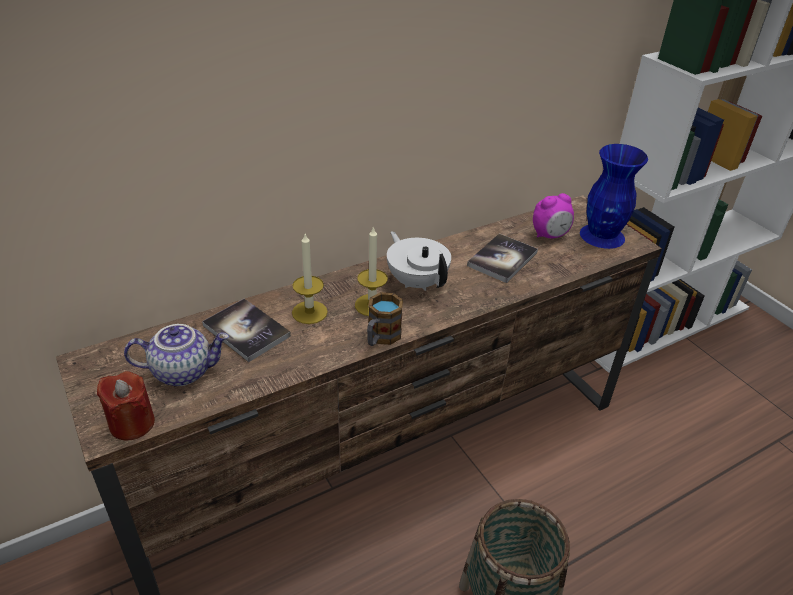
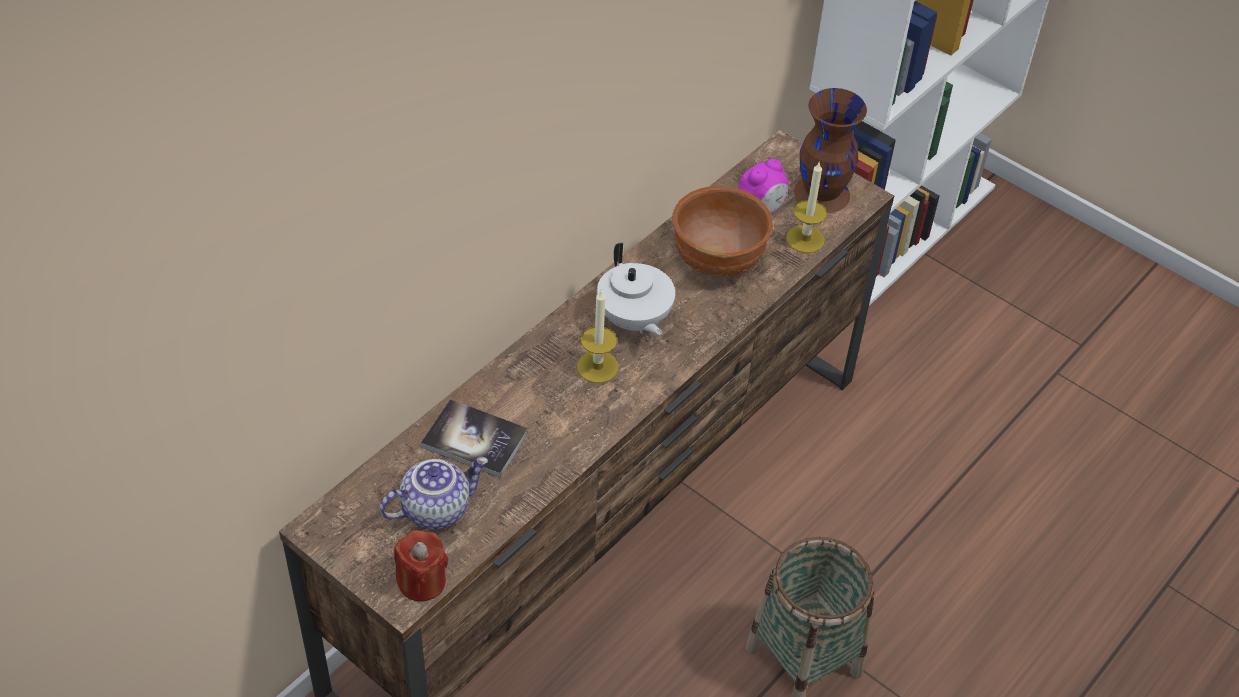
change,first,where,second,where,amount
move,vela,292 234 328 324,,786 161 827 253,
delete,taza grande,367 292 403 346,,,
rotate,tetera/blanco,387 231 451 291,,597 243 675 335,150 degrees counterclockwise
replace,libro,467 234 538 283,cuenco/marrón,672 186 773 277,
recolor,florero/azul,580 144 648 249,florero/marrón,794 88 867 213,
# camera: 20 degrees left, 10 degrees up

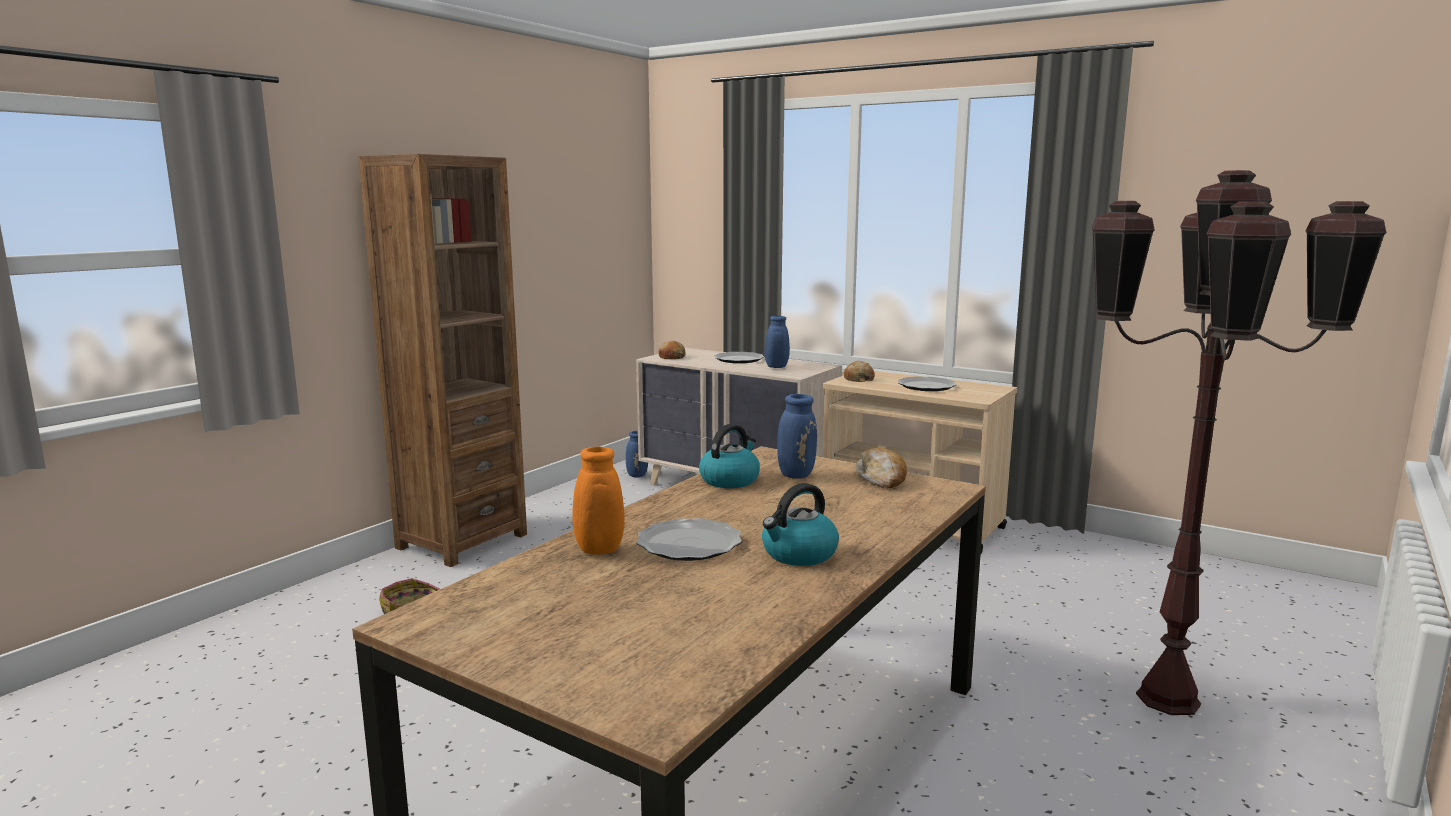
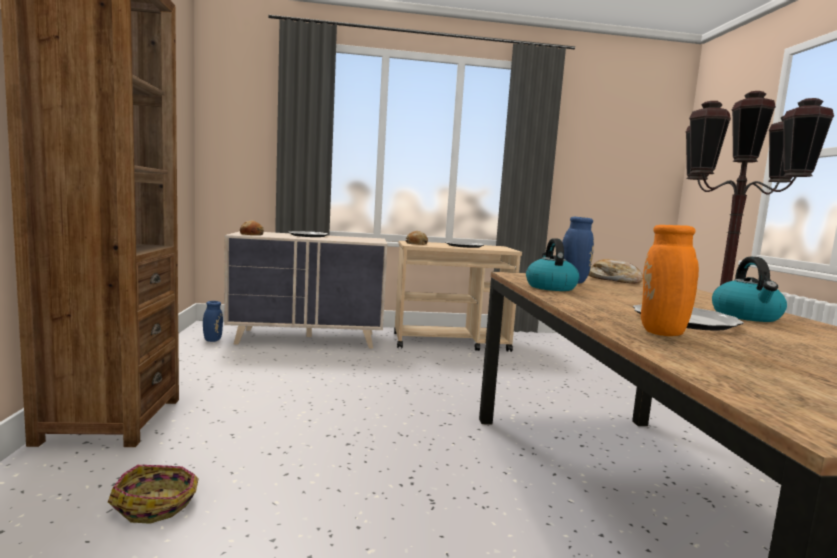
change,first,where,second,where,amount
delete,florero/azul,764 316 790 368,,,
# camera: 40 degrees left, 5 degrees down

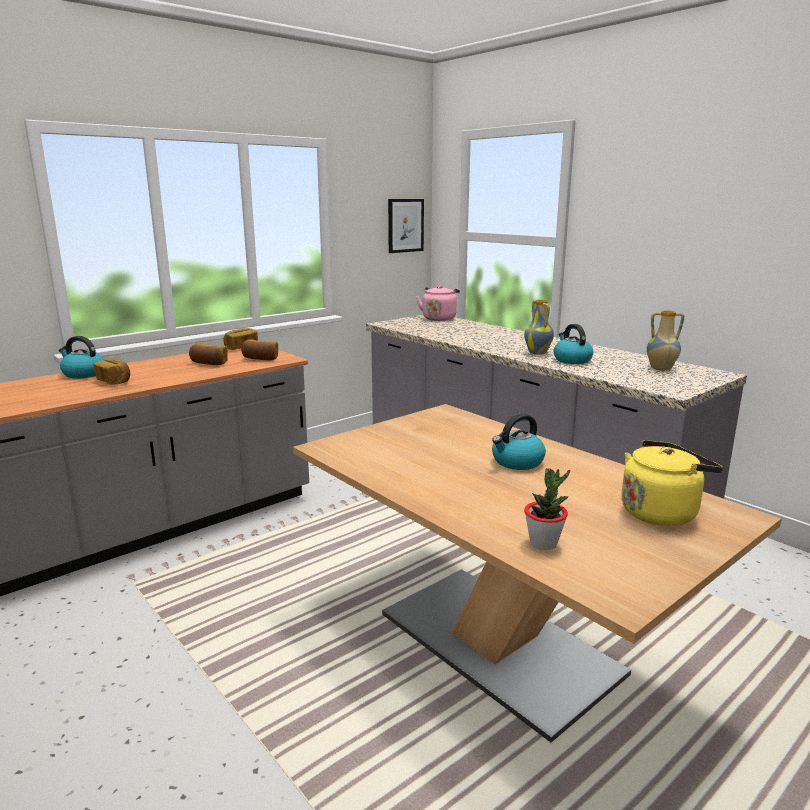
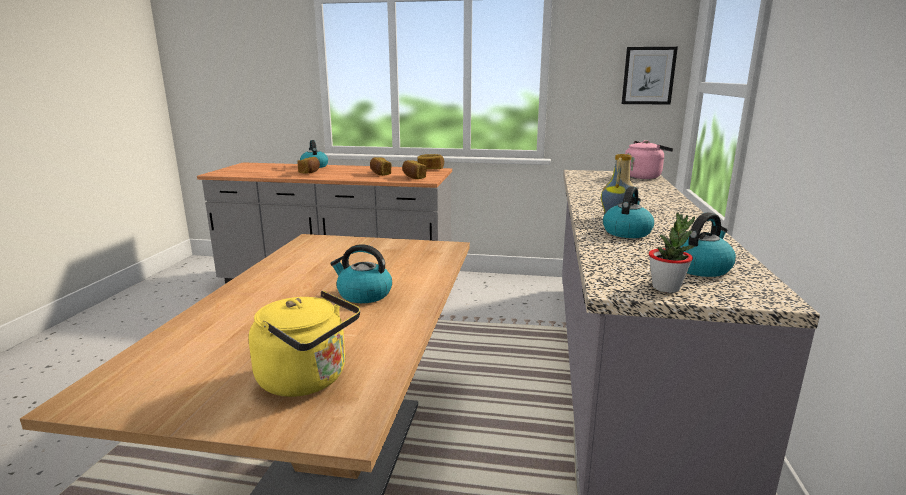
change,first,where,second,where,amount
move,planta en maceta,524 468 570 550,,649 213 695 293,
replace,florero,647 310 684 371,hervidor,680 212 736 277,
# camera: 50 degrees right, 0 degrees up

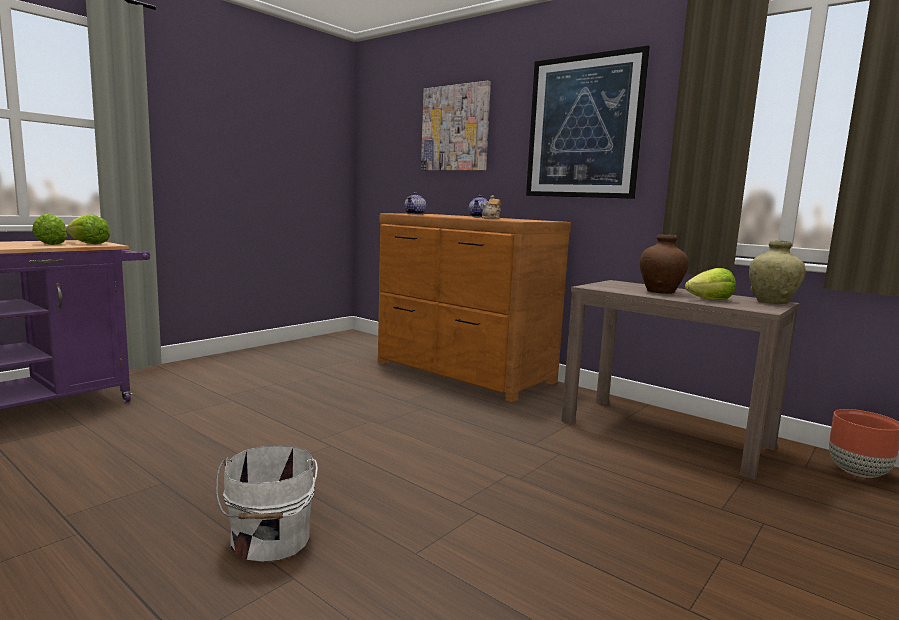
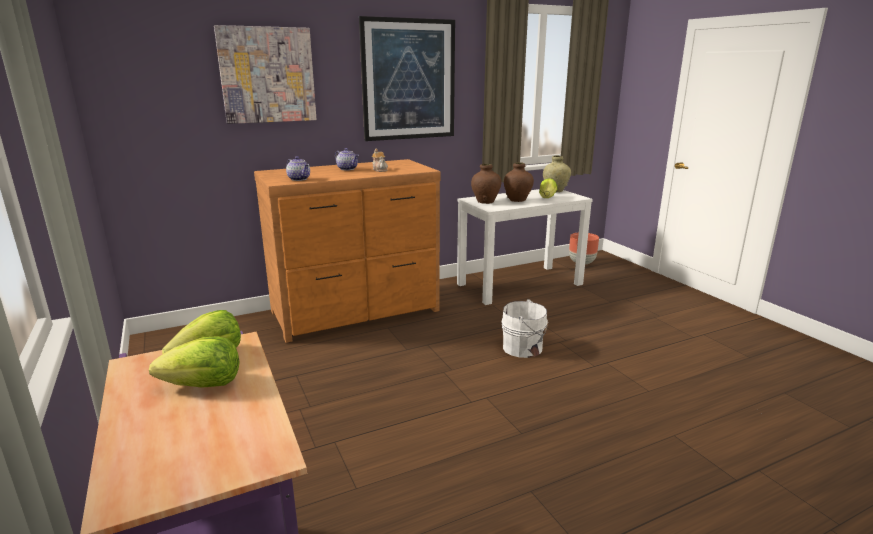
change,first,where,second,where,amount
move,cubo/blanco,216 445 318 562,,502 299 548 358,
recolor,mesa consola/marrón,561 280 799 479,mesa consola/blanco,457 189 593 305,
insert,,,florero/marrón,471 164 502 204,
# camera: 65 degrees left, 10 degrees up

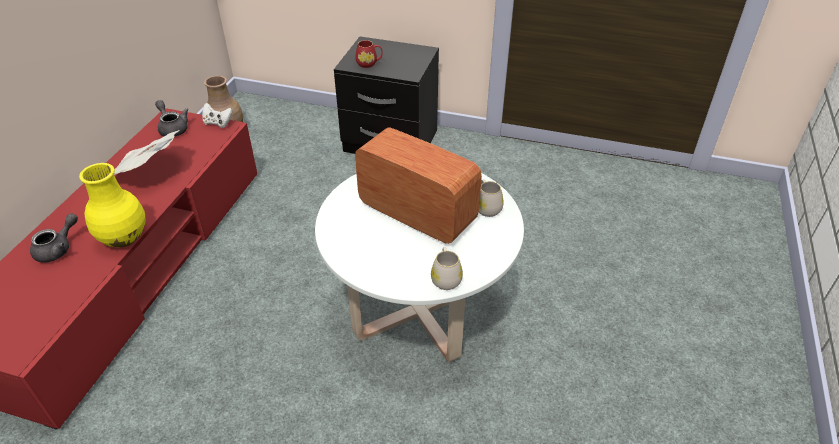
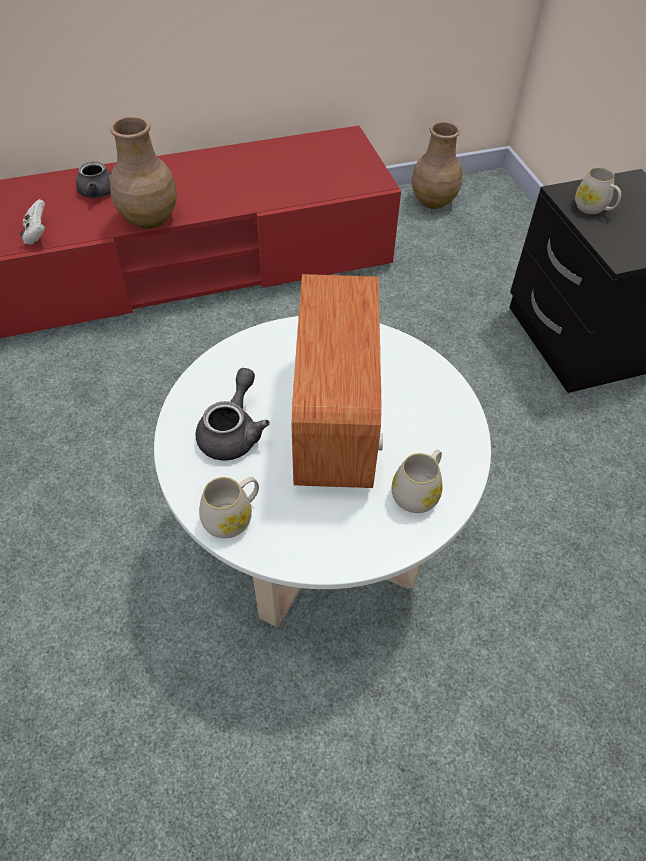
change,first,where,second,where,amount
recolor,florero/amarillo,79 163 146 247,florero/marrón,110 116 177 229,
delete,periódico,114 130 180 175,,,
move,tetera/gris,155 100 188 137,,196 368 270 460,
move,mando de consola/blanco,202 103 233 128,,20 199 45 245,
recolor,taza grande/rojo,355 40 383 68,taza grande/blanco,575 167 621 214,
# camera: 55 degrees right, 10 degrees up

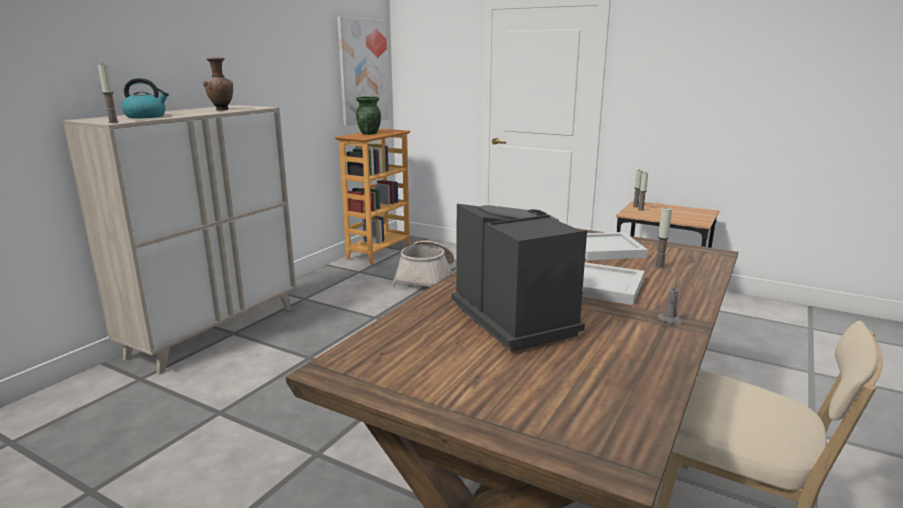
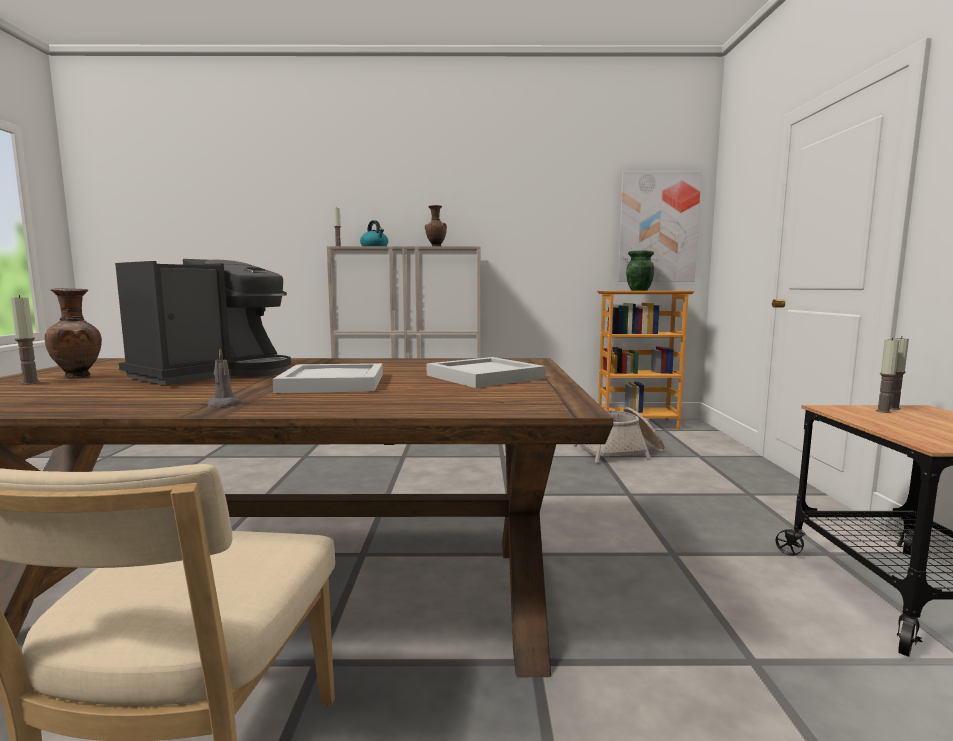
change,first,where,second,where,amount
move,vela,654 207 672 269,,10 295 40 385,
insert,,,florero/marrón,45 288 102 378,
# camera: 60 degrees right, 10 degrees down

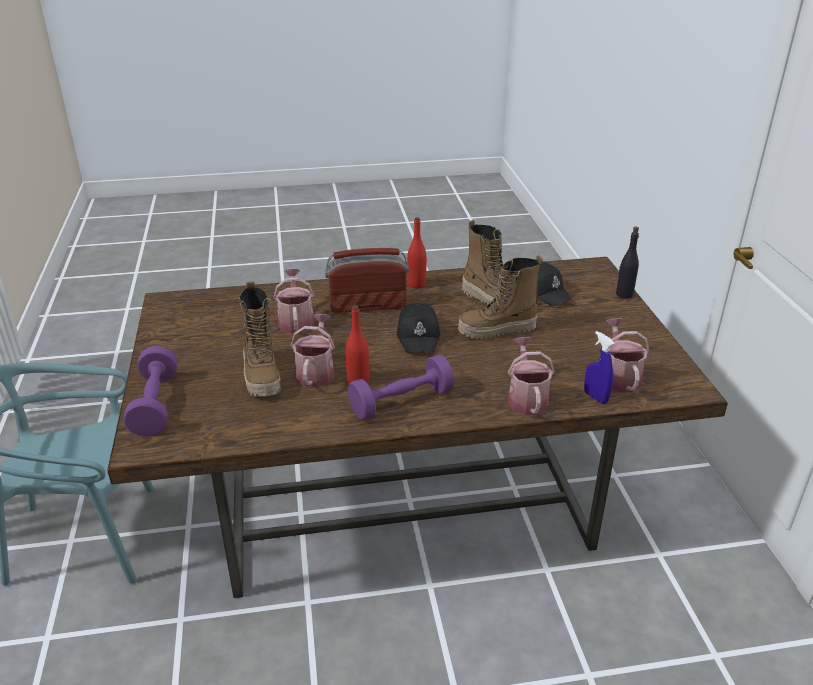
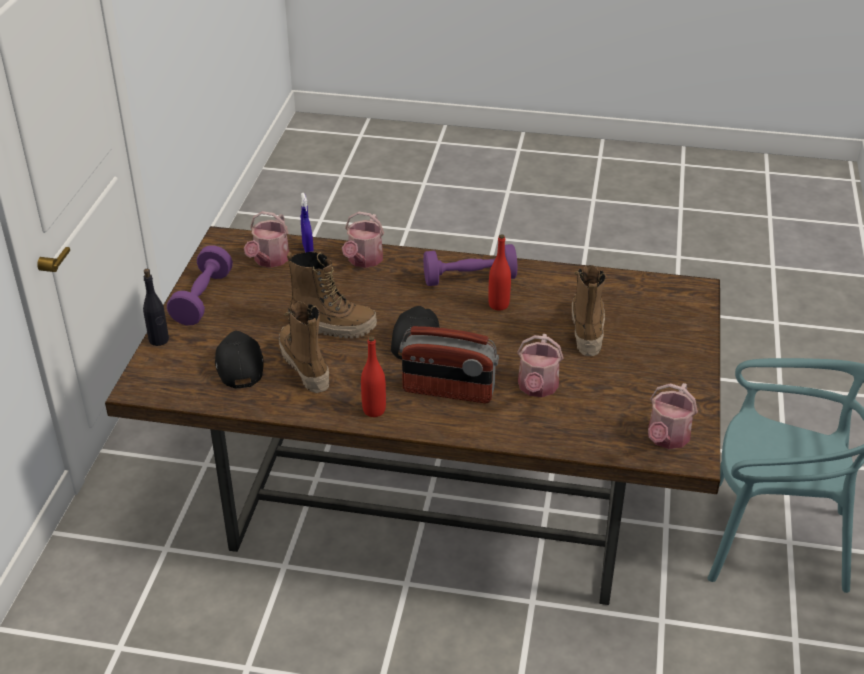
change,first,where,second,where,amount
move,mancuerna/morado,123 346 178 437,,167 245 233 325,
move,regadera,290 314 335 387,,648 383 698 449,
# camera: 160 degrees left, 5 degrees up

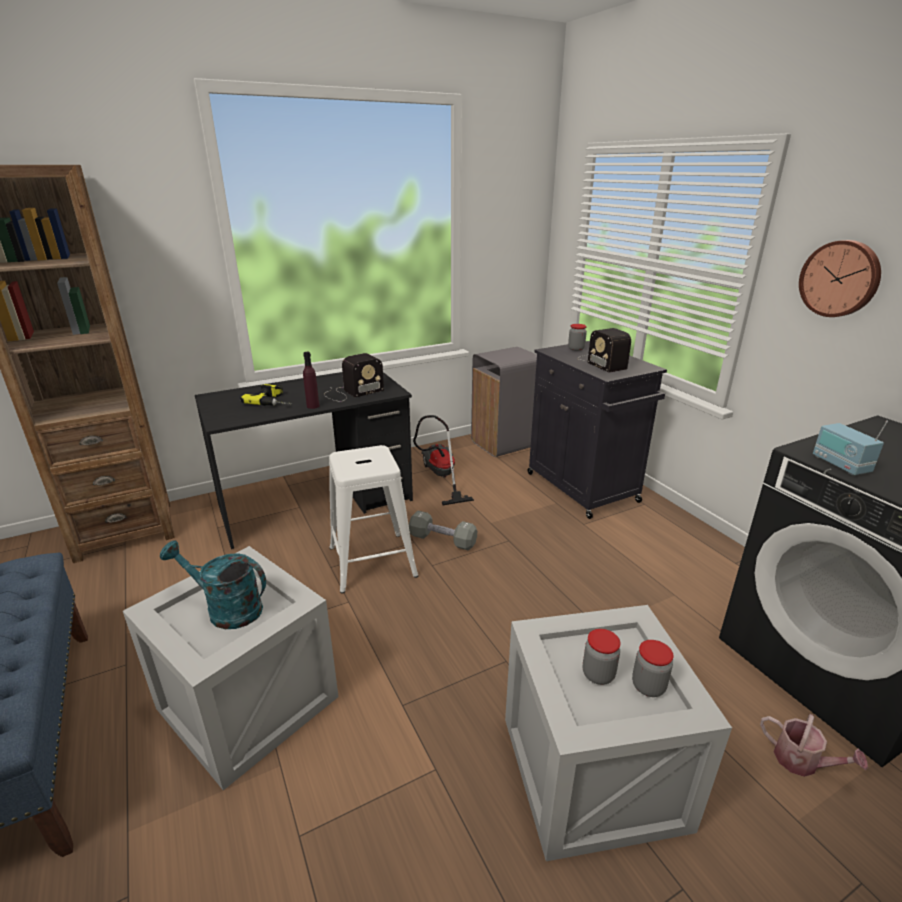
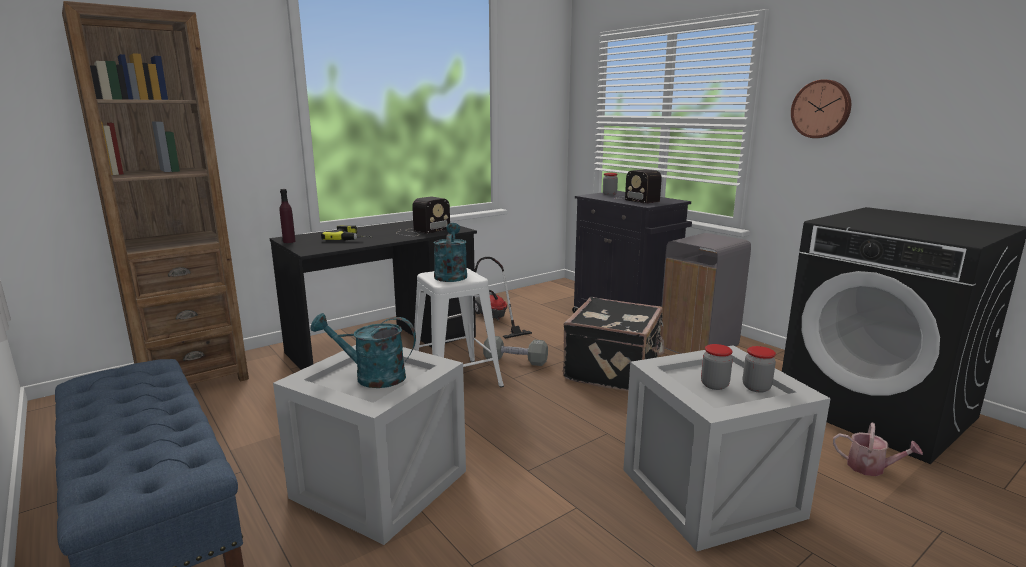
change,first,where,second,where,amount
move,botella/morado,303 352 319 409,,280 189 296 243,
move,papelera/gris,471 347 537 457,,661 233 751 354,
delete,radio,813 420 888 476,,,
insert,,,regadera/turquesa,434 223 467 282,
insert,,,maleta/negro,563 297 664 391,
# camera: 10 degrees left, 10 degrees down

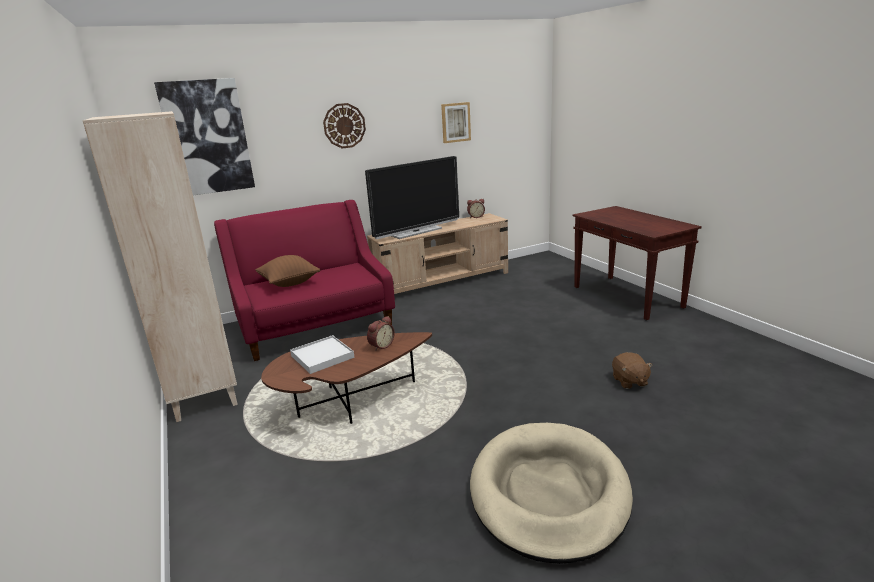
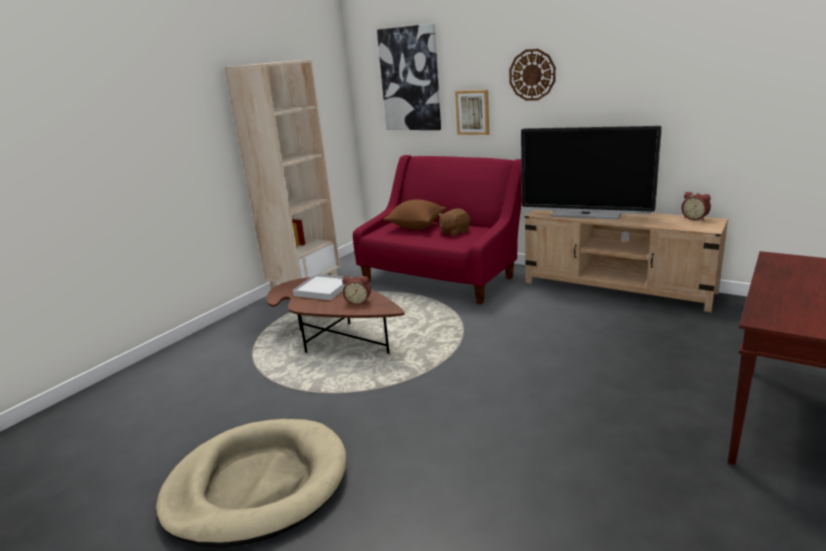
change,first,where,second,where,amount
move,cuadro,441 102 471 143,,455 90 489 135,
move,peluche/marrón,612 352 653 389,,438 208 470 236,
# camera: 60 degrees right, 0 degrees up

